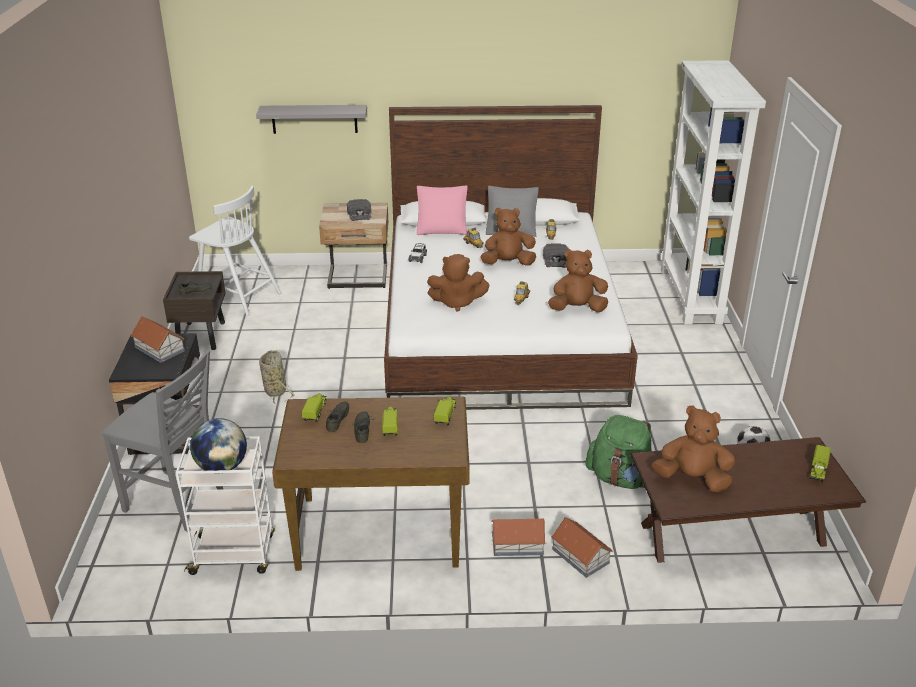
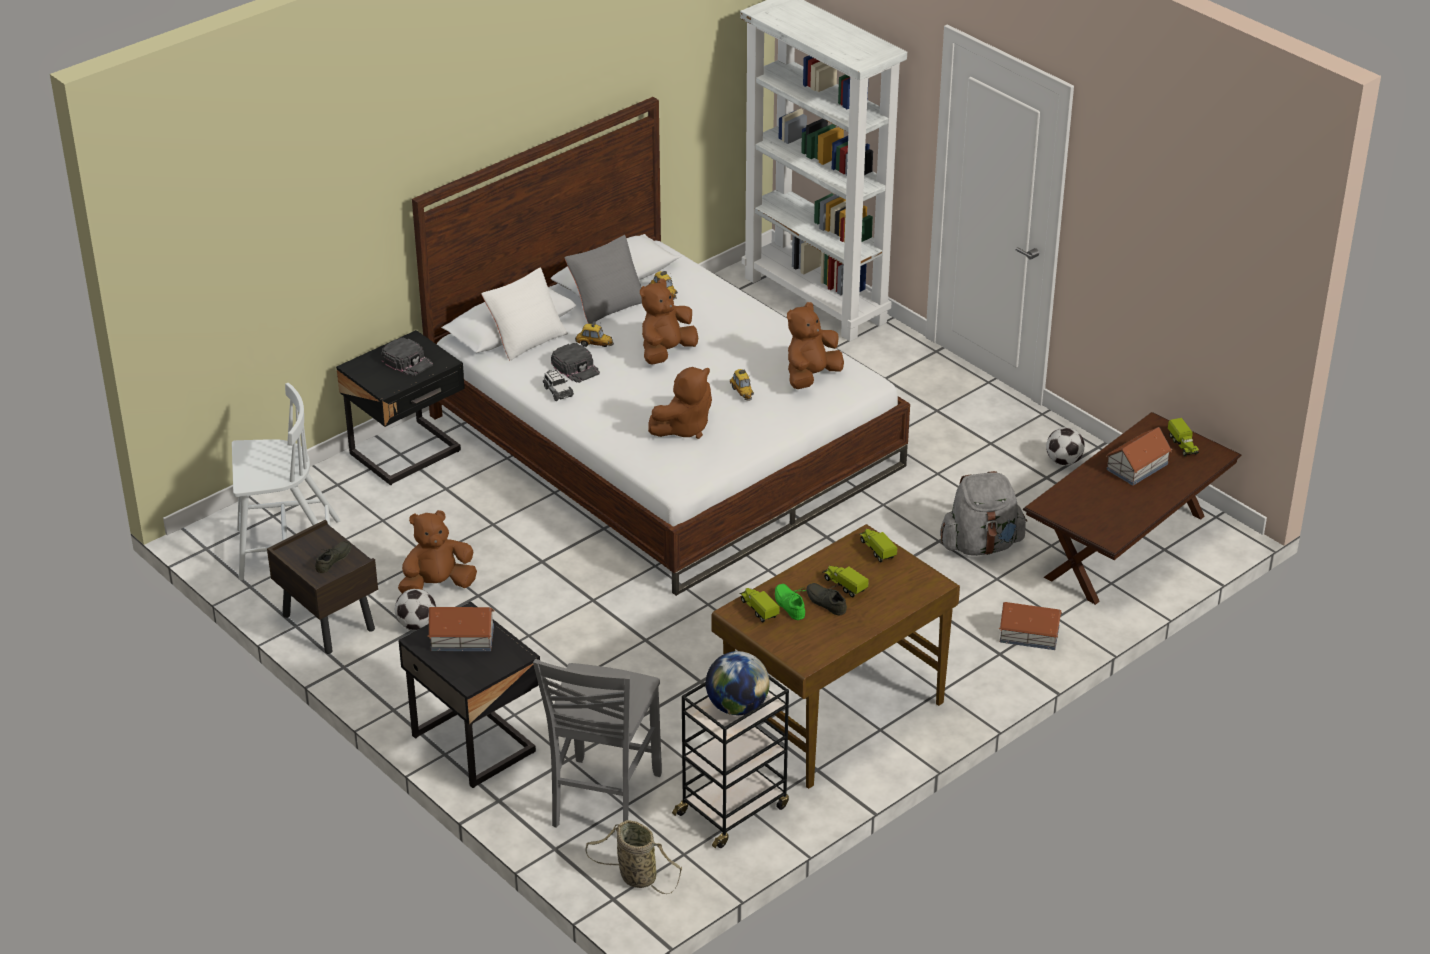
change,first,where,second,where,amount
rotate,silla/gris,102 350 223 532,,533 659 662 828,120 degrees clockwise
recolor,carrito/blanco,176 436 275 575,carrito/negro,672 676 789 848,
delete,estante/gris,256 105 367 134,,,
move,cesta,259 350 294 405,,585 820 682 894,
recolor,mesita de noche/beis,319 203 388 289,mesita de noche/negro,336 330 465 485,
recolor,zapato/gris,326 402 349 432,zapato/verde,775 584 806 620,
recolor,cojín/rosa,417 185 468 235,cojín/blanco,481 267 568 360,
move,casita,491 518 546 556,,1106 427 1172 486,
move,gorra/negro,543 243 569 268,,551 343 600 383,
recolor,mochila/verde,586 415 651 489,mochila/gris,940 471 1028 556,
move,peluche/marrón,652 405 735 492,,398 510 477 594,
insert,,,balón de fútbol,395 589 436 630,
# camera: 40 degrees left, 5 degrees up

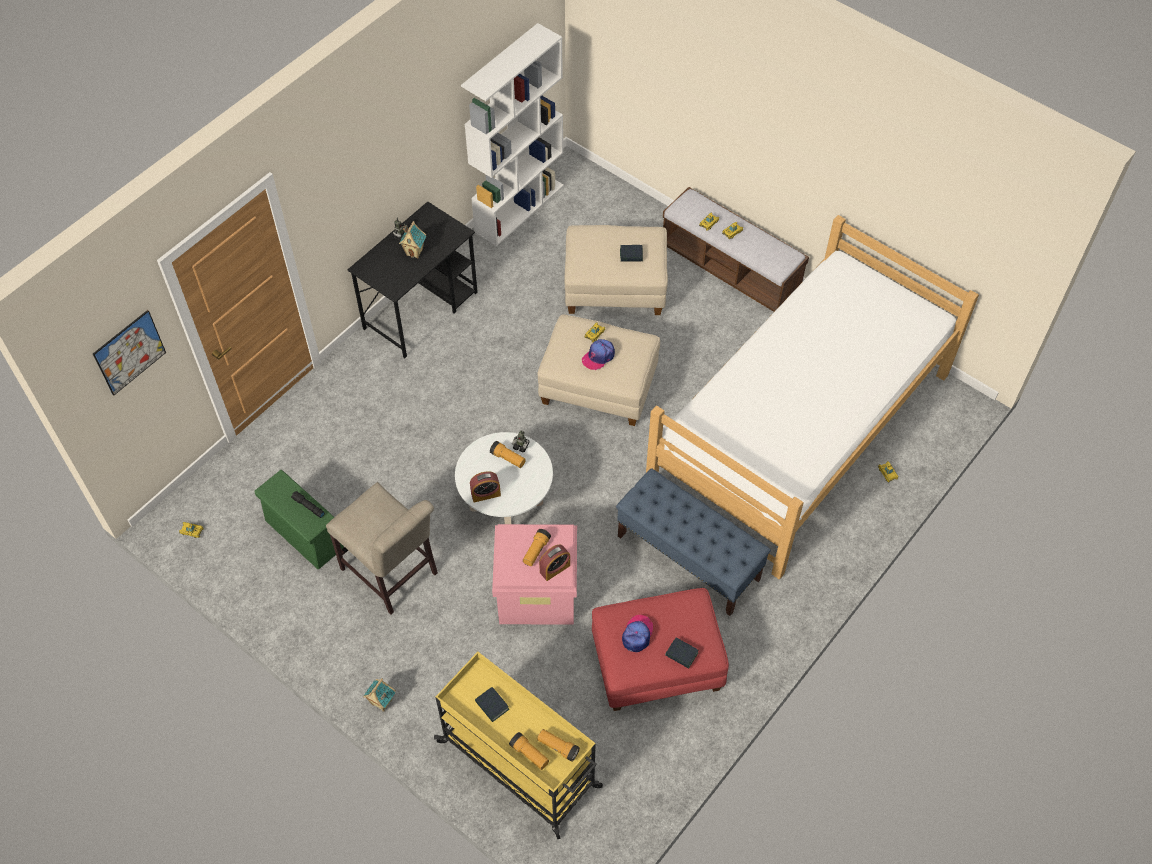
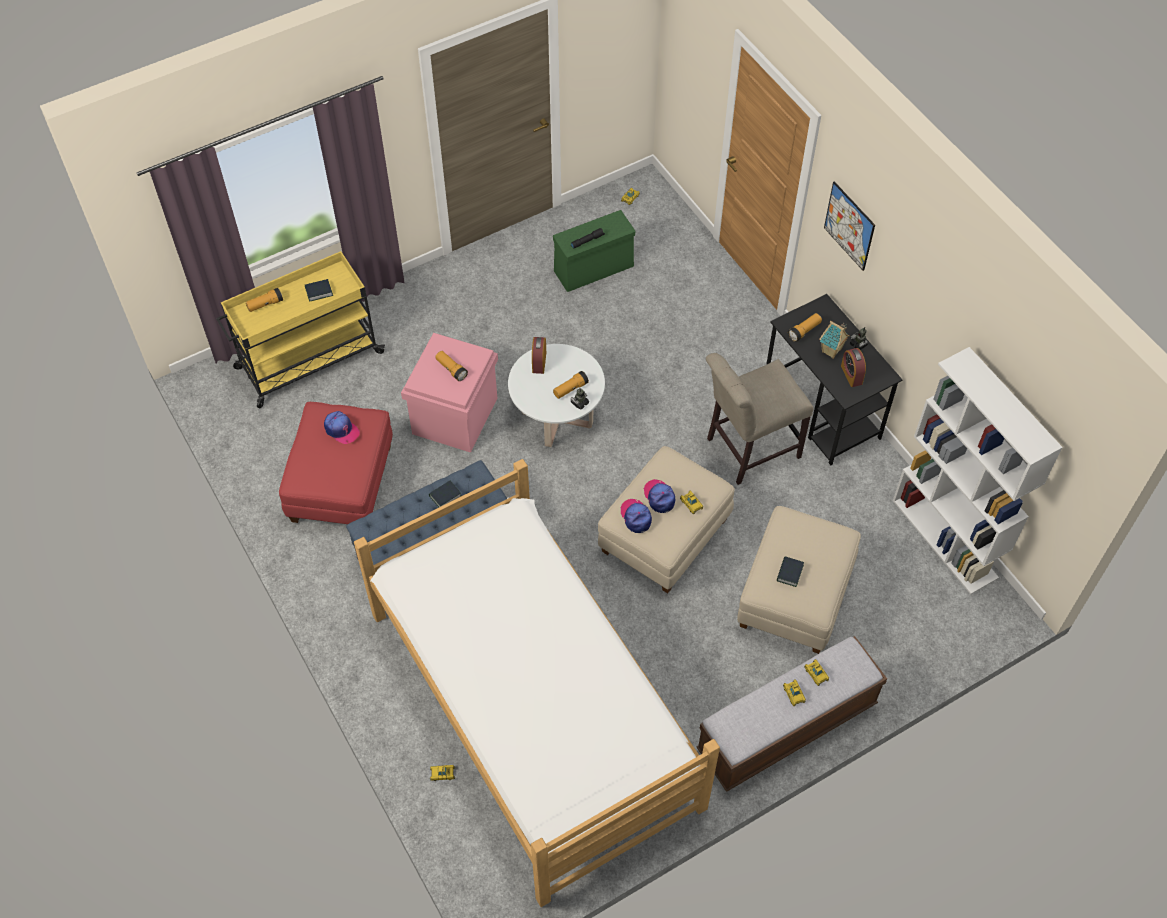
change,first,where,second,where,amount
move,cuadro,93 310 166 396,,824 181 875 271,
move,silla/beis,326 482 438 614,,706 353 814 485,
delete,casita,363 678 396 712,,,
move,linterna,537 729 580 762,,788 313 822 342,
move,despertador,539 544 570 581,,841 348 866 387,
move,libro,665 638 699 669,,429 481 461 507,
insert,,,gorra,621 499 652 533,
# camera: 110 degrees right, 0 degrees up

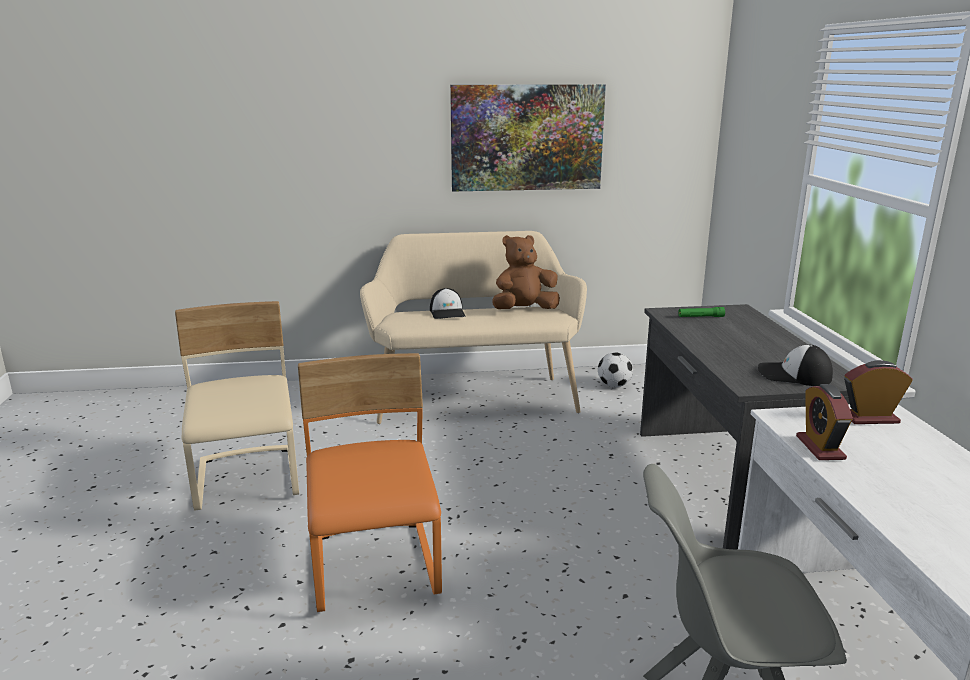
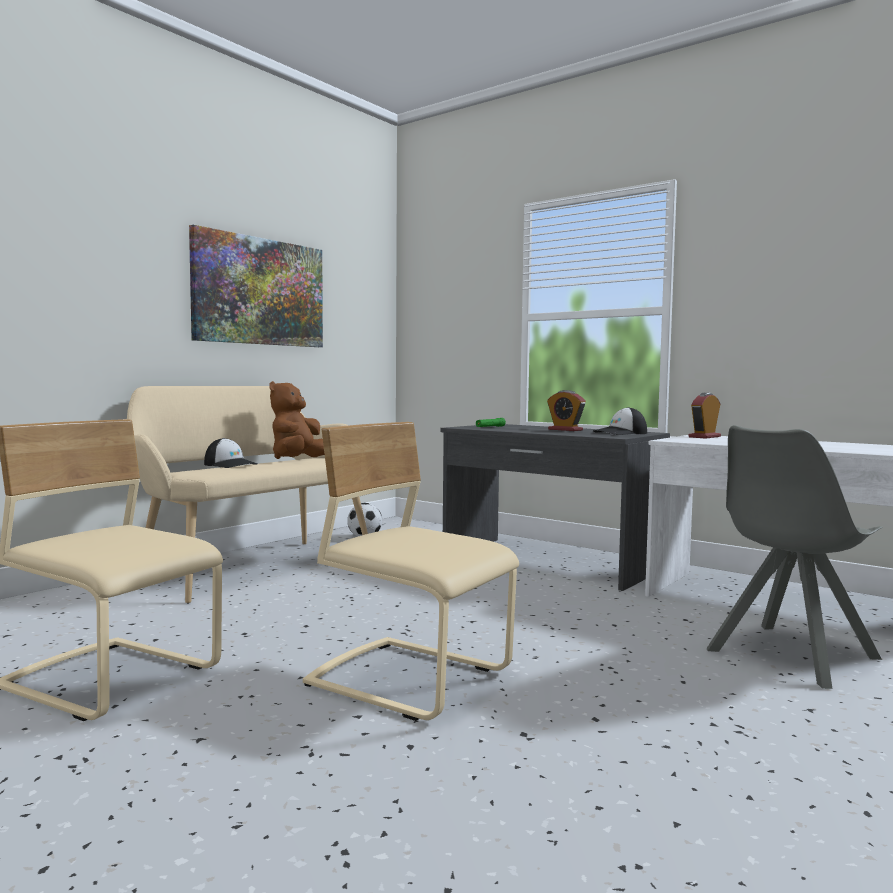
change,first,where,second,where,amount
recolor,silla/naranja,298 353 442 612,silla/beis,303 422 519 721,
move,despertador,796 384 853 460,,547 390 586 431,
# camera: 45 degrees left, 15 degrees down

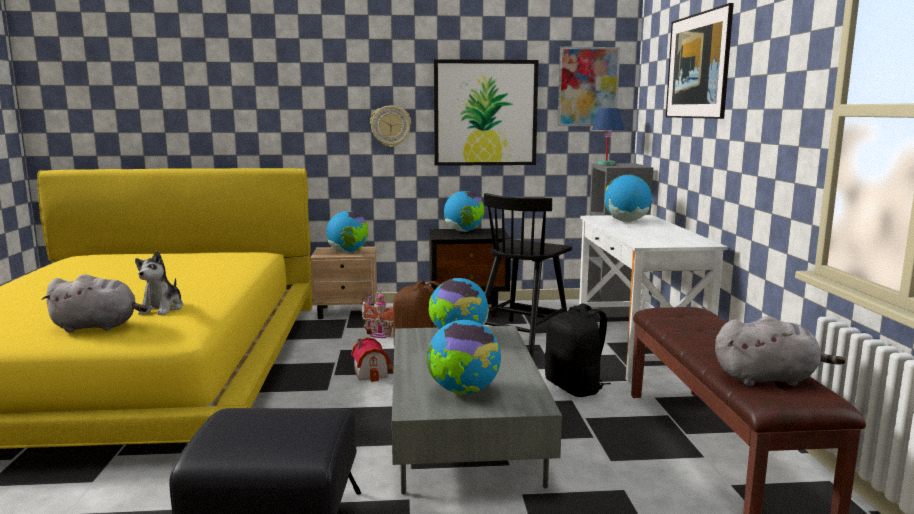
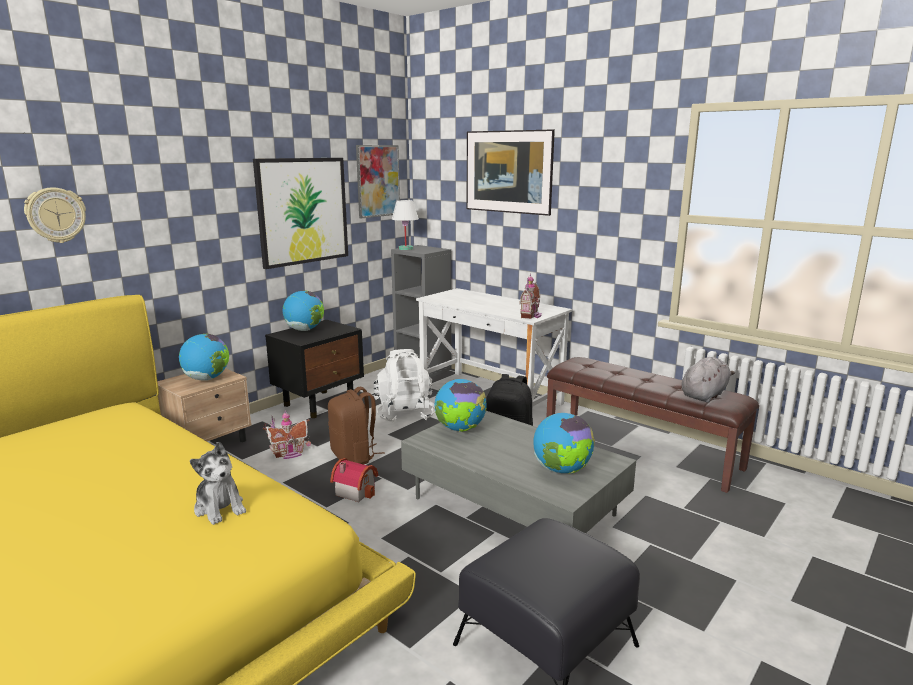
change,first,where,second,where,amount
delete,peluche/gris,41 274 148 332,,,
move,reloj de pared,370 105 411 147,,24 187 86 243,
replace,silla/negro,484 193 572 357,mochila/blanco,373 349 435 423,
recolor,lámpara de mesa/azul,592 108 624 165,lámpara de mesa/blanco,392 200 419 250,
delete,globo terráqueo,604 175 652 222,,,
insert,,,casita,519 274 542 319,
# camera: 45 degrees left, 5 degrees up

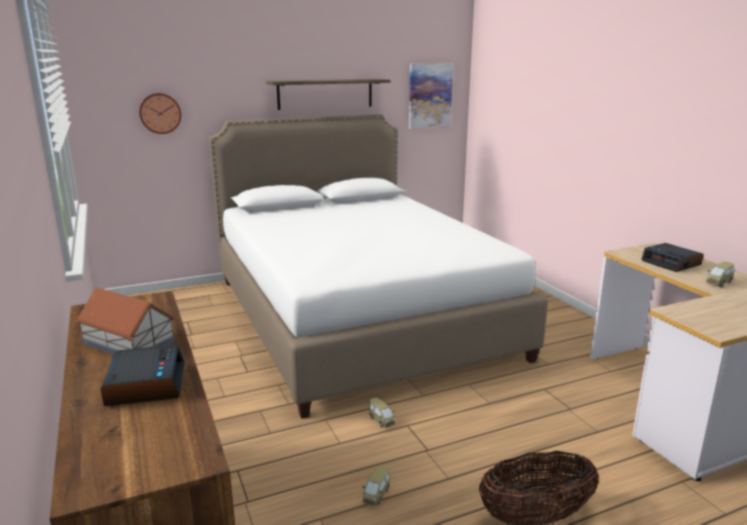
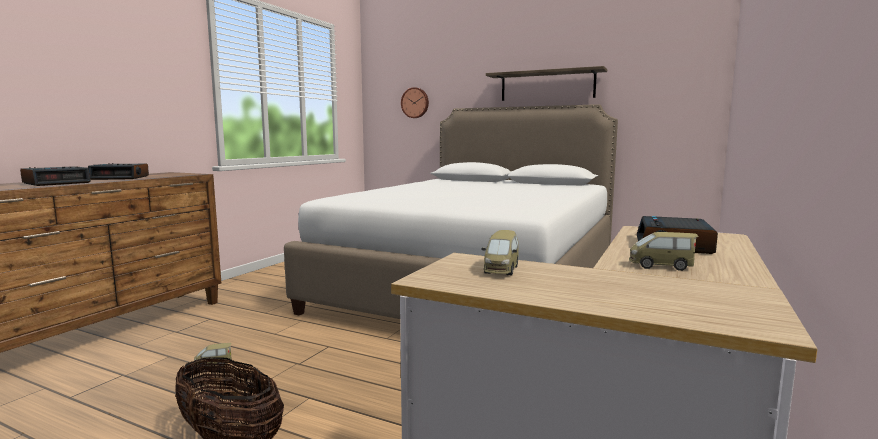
change,first,where,second,where,amount
replace,casita,76 287 175 355,despertador,88 163 149 180,
move,coche de juguete,369 397 395 428,,481 230 518 275,
delete,cuadro,409 63 453 129,,,
# camera: 50 degrees right, 10 degrees down

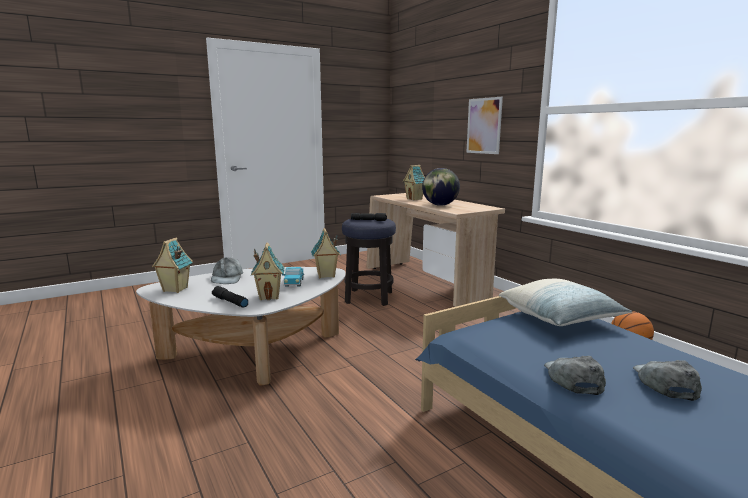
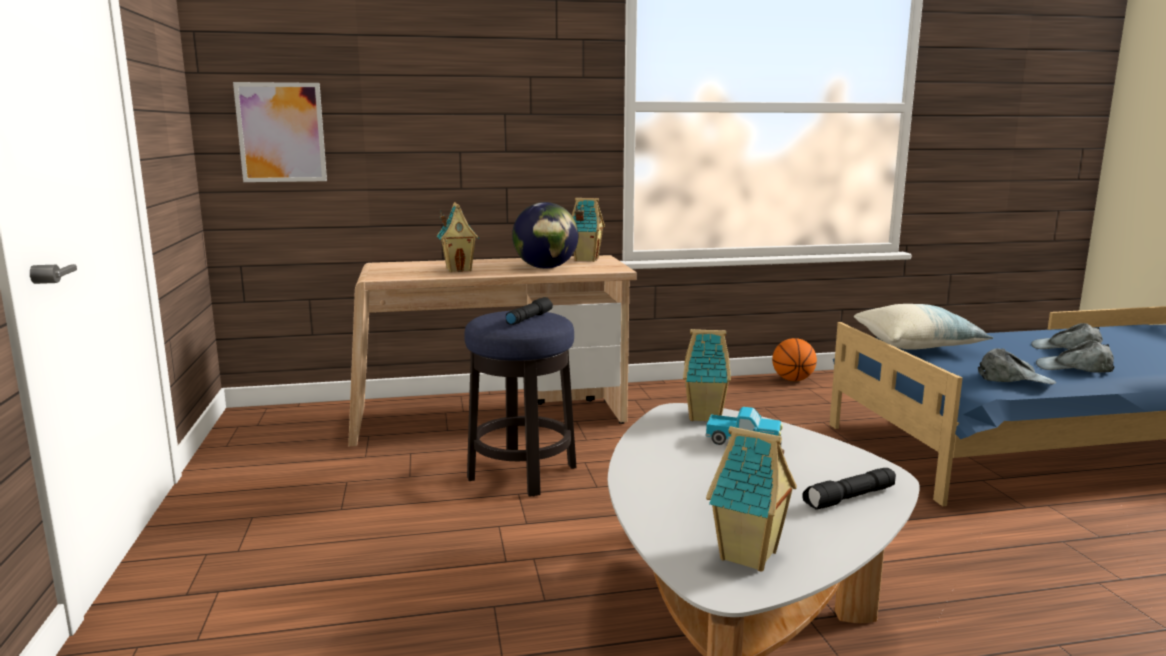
change,first,where,second,where,amount
move,gorra/gris,211 257 243 284,,978 348 1056 384,
move,casita,251 242 285 300,,572 198 605 262,
move,cuadro,466 97 503 154,,233 82 327 182,
# camera: 70 degrees left, 0 degrees up

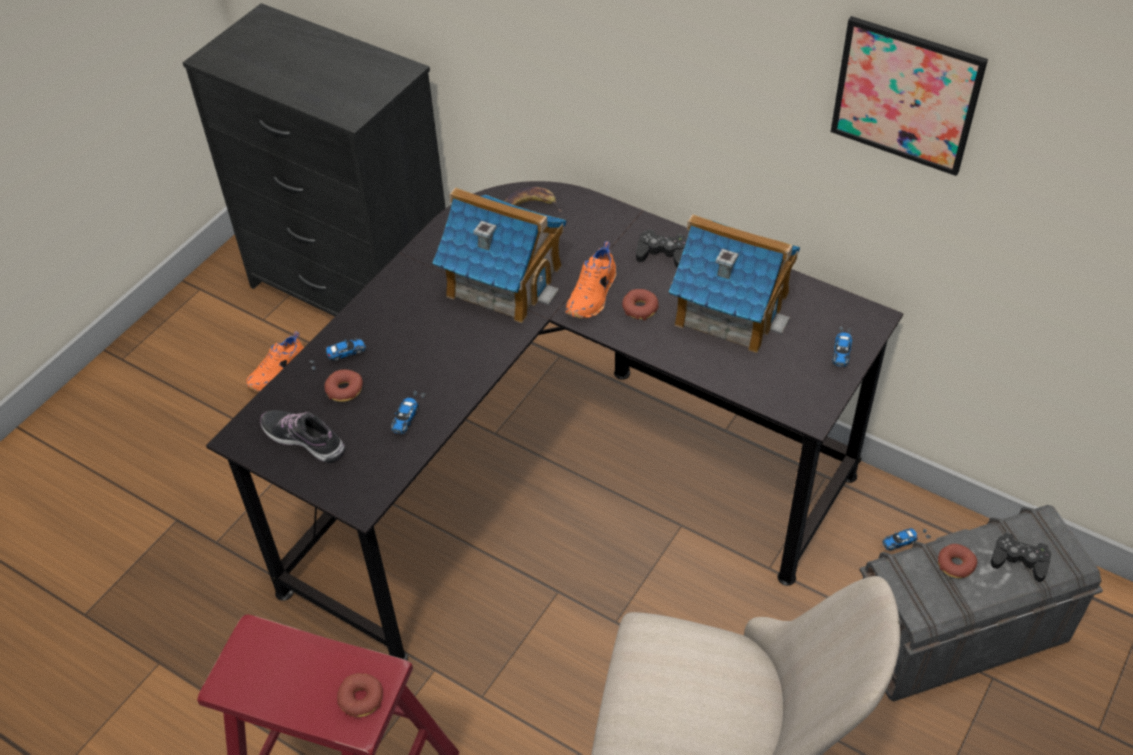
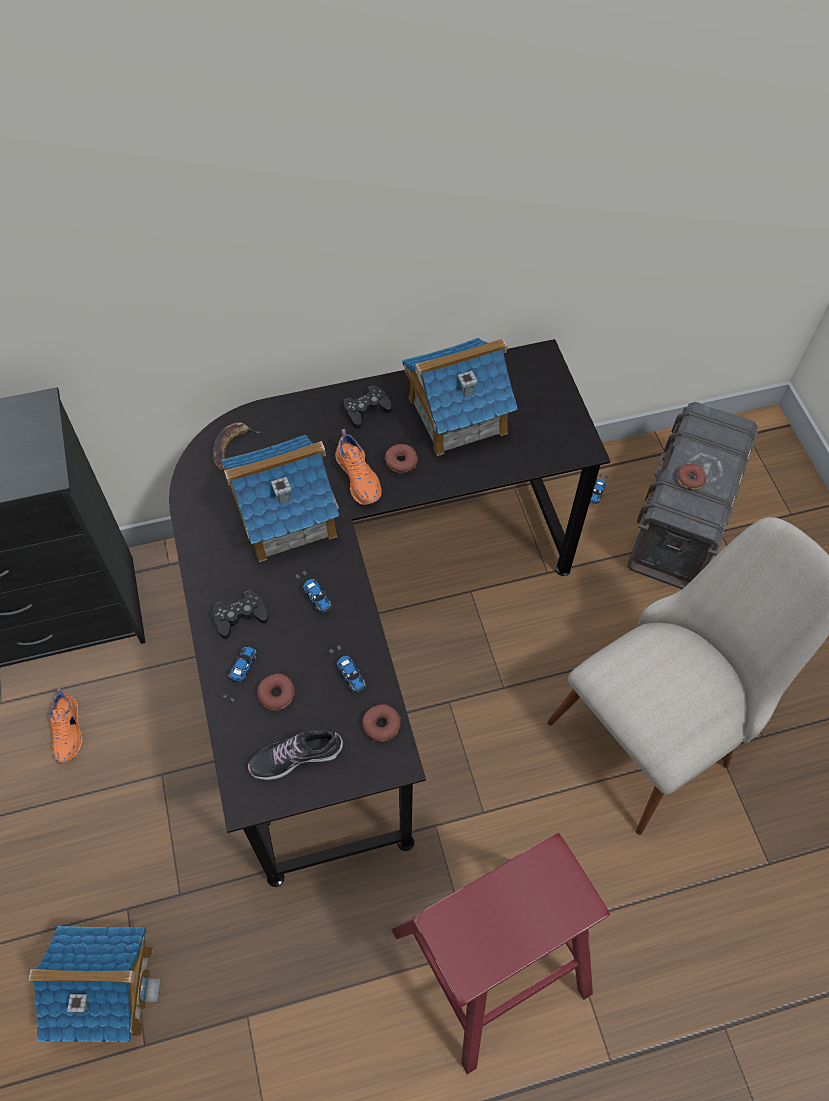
change,first,where,second,where,amount
move,rosquilla,337 673 383 717,,362 704 401 742,
delete,cuadro,831 16 988 176,,,
move,coche de juguete,832 327 852 367,,295 571 332 613,
move,mando de consola/negro,991 532 1051 582,,212 589 268 639,
insert,,,casita,28 926 161 1042,
# camera: 50 degrees left, 10 degrees up

